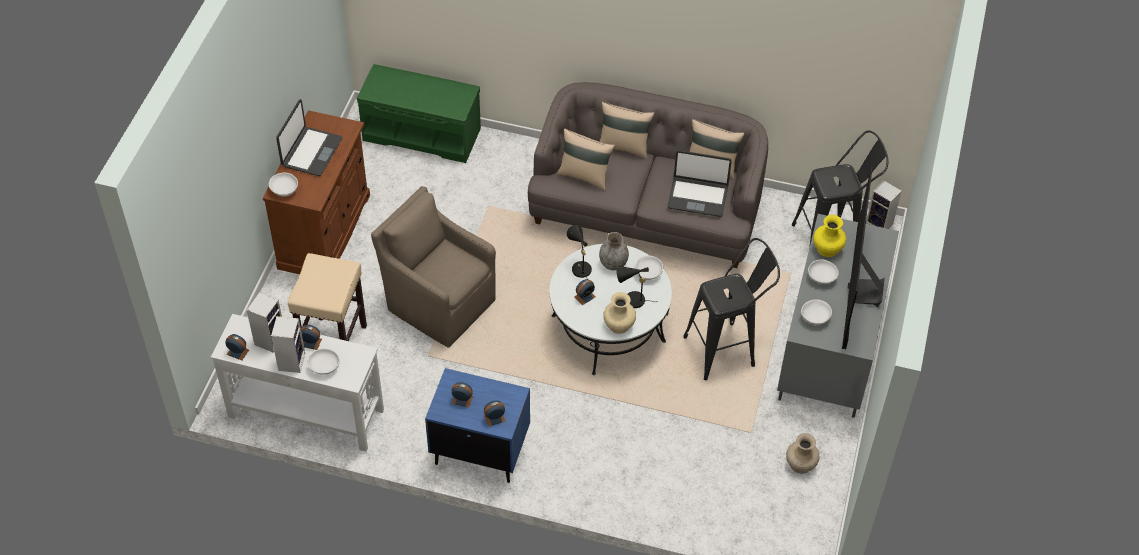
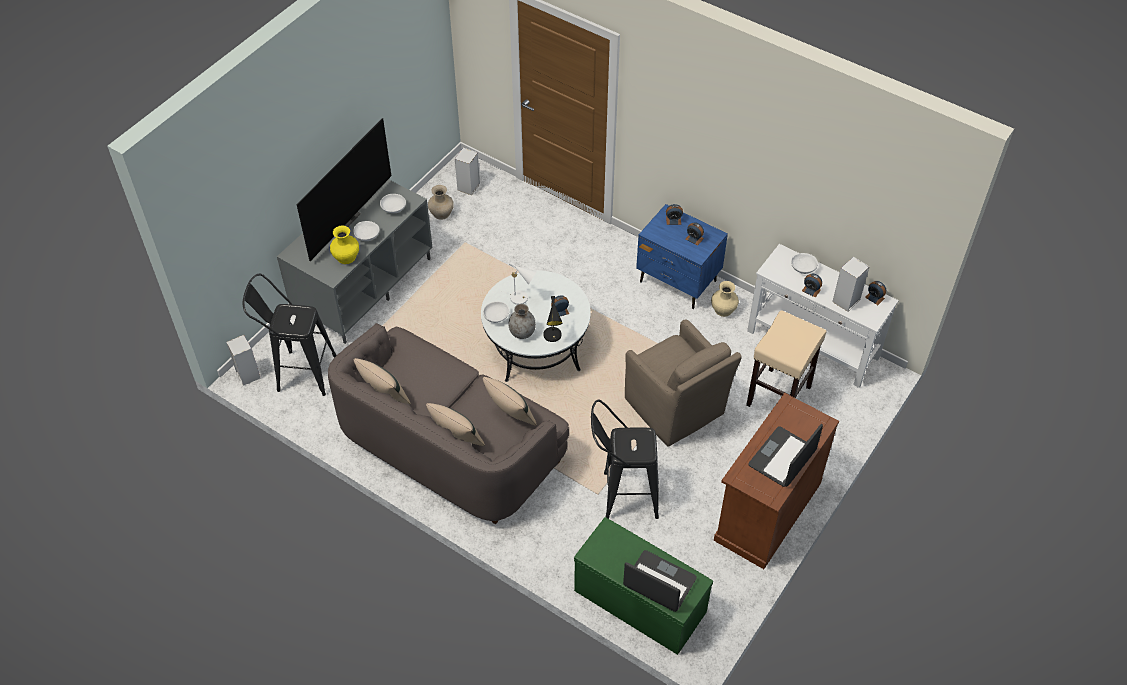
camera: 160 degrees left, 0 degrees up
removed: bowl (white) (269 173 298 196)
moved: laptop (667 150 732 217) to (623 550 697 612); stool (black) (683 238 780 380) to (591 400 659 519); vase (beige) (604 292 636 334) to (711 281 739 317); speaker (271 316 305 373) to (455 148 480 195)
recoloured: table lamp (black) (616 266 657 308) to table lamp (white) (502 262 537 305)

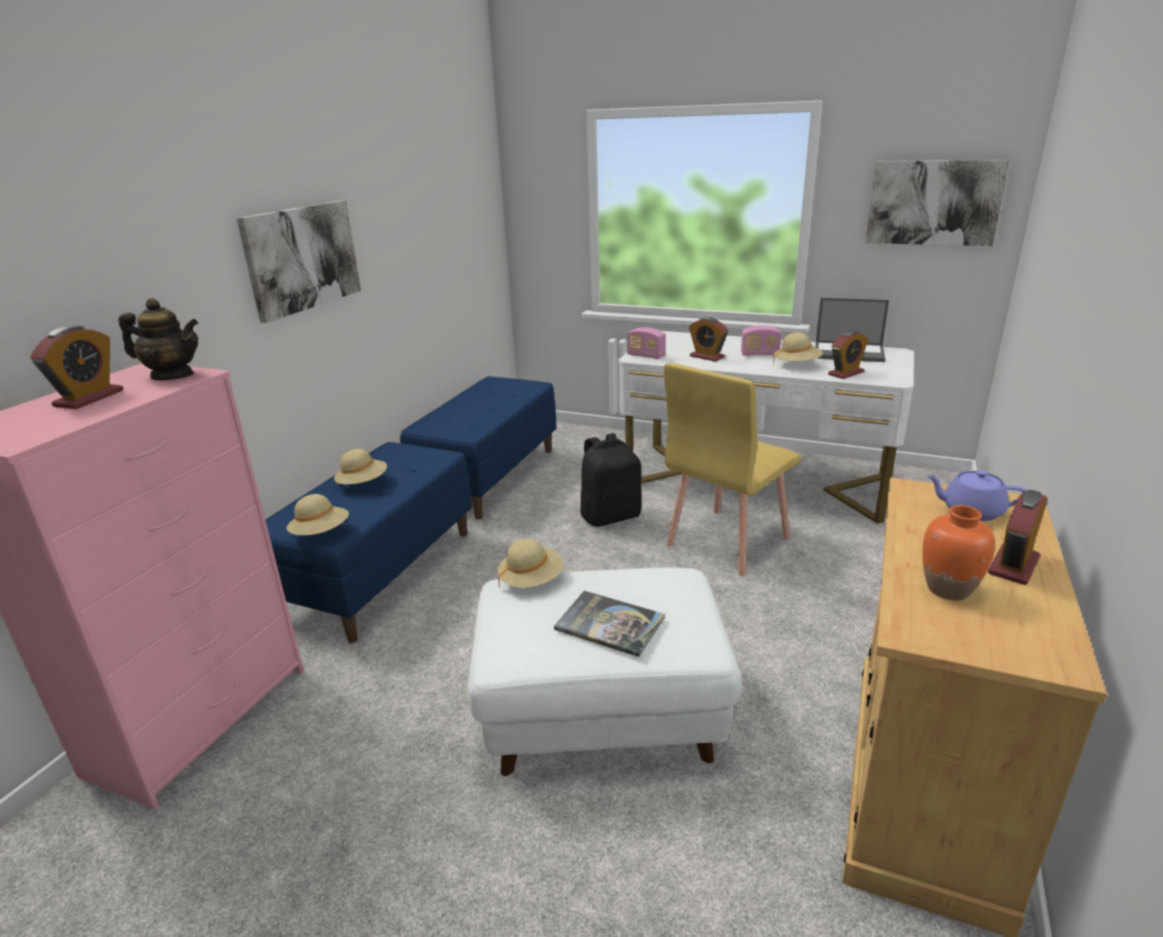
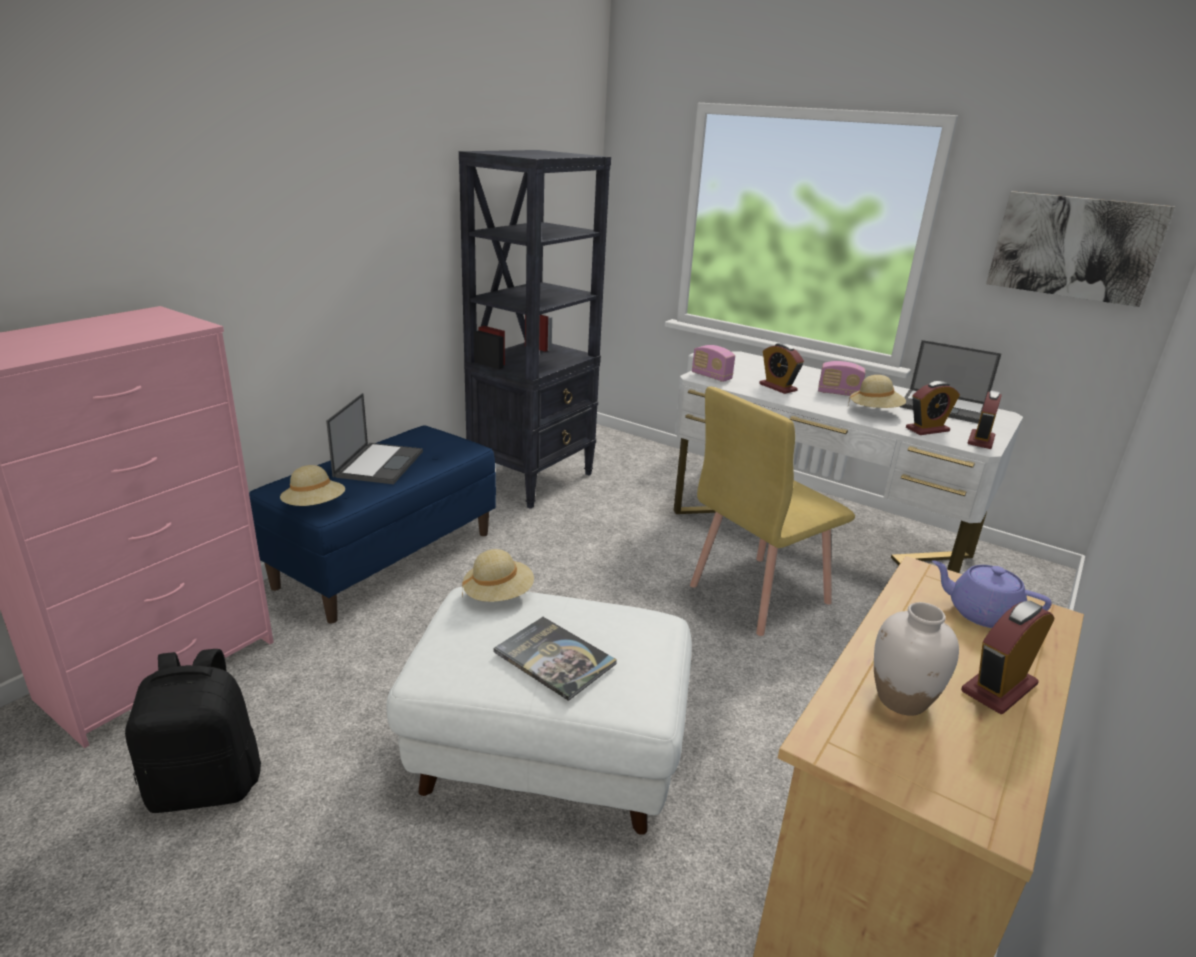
camera: 10 degrees right, 0 degrees up
removed: picture (237 200 361 323); teapot (118 298 198 380)
moved: alarm clock (30 326 123 409) to (968 390 1002 449); backpack (black) (580 433 642 527) to (125 649 261 813)
replaced: bench (blue) (400 376 557 519) to bookcase (black) (459 150 611 509); hat (beige) (334 449 387 484) to laptop (326 393 423 484)
recoloured: vase (orange) (922 505 995 600) to vase (white) (874 602 959 716)

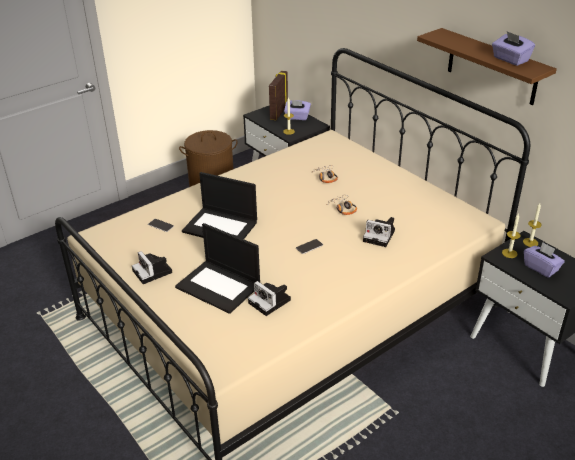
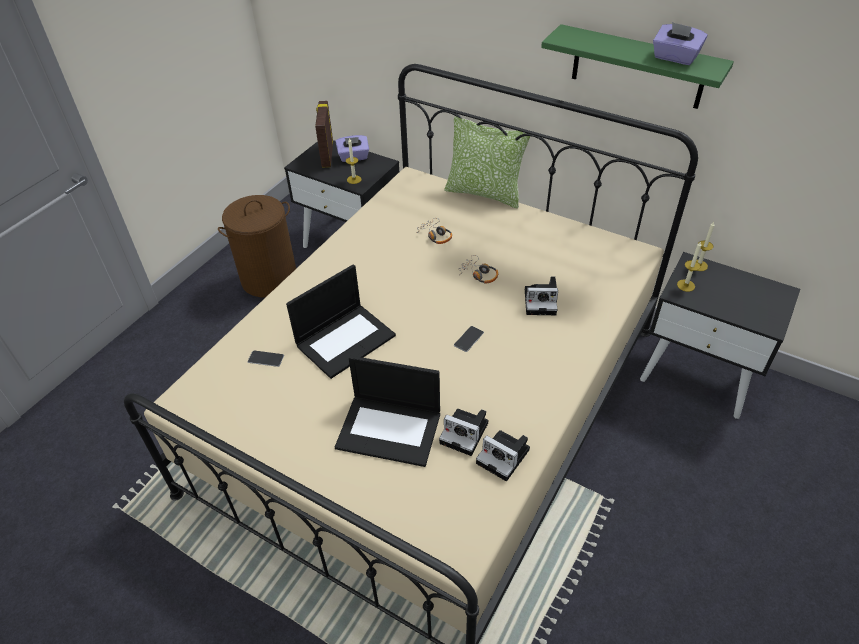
camera: 20 degrees left, 10 degrees up
removed: tissue box (purple) (524 242 565 278)
added: pillow (444 116 530 209)
moved: photo camera (132 251 172 284) to (476 430 530 481)
recoloured: shelf (brown) (417 28 557 105) to shelf (green) (541 24 734 109)
turned: laptop (182 172 257 239) = (286 264 396 379) 45 degrees counterclockwise

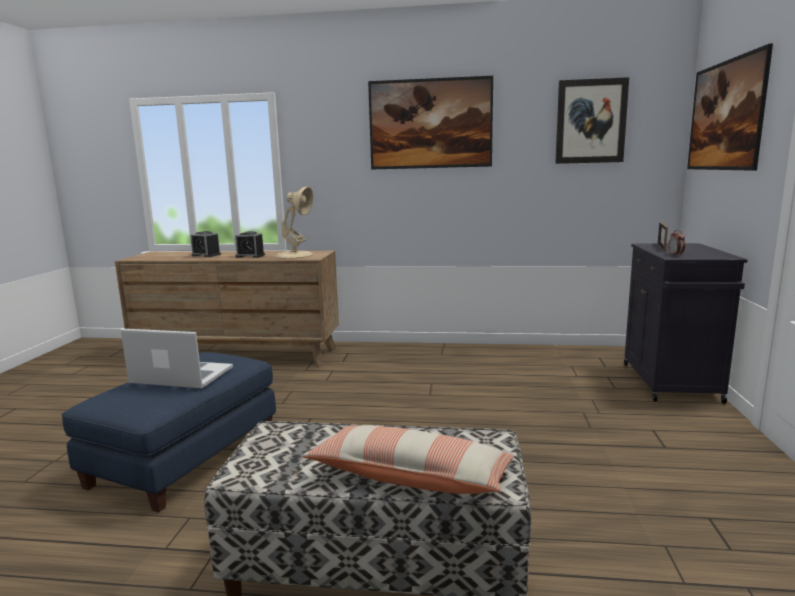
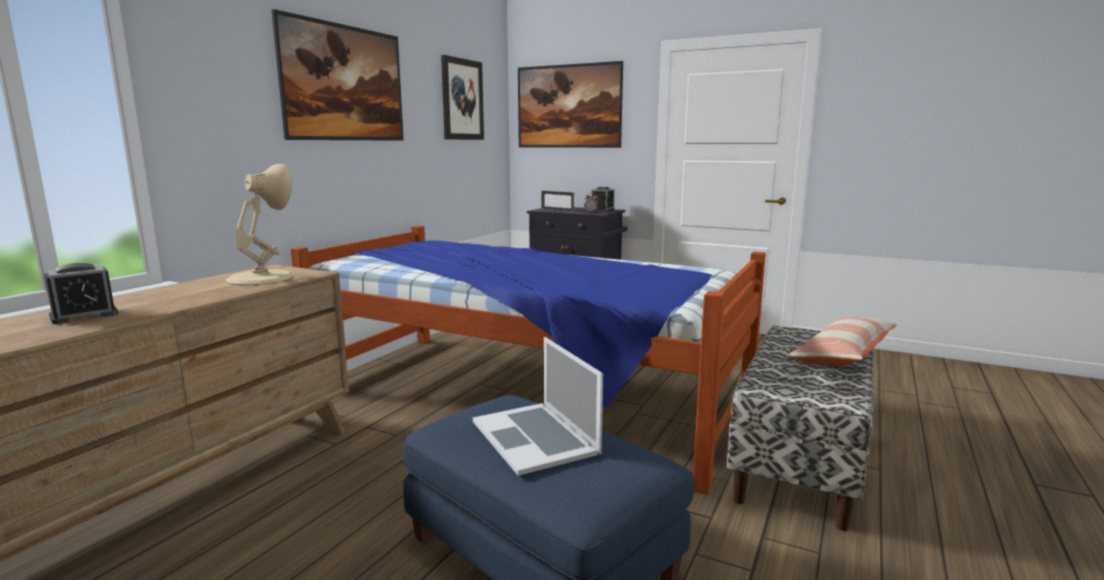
camera: 70 degrees left, 0 degrees up
added: bed (291 226 766 495)
moved: alarm clock (235 231 265 258) to (591 187 615 212)
turned: laptop (121 328 233 388) = (473 337 603 476) 60 degrees counterclockwise

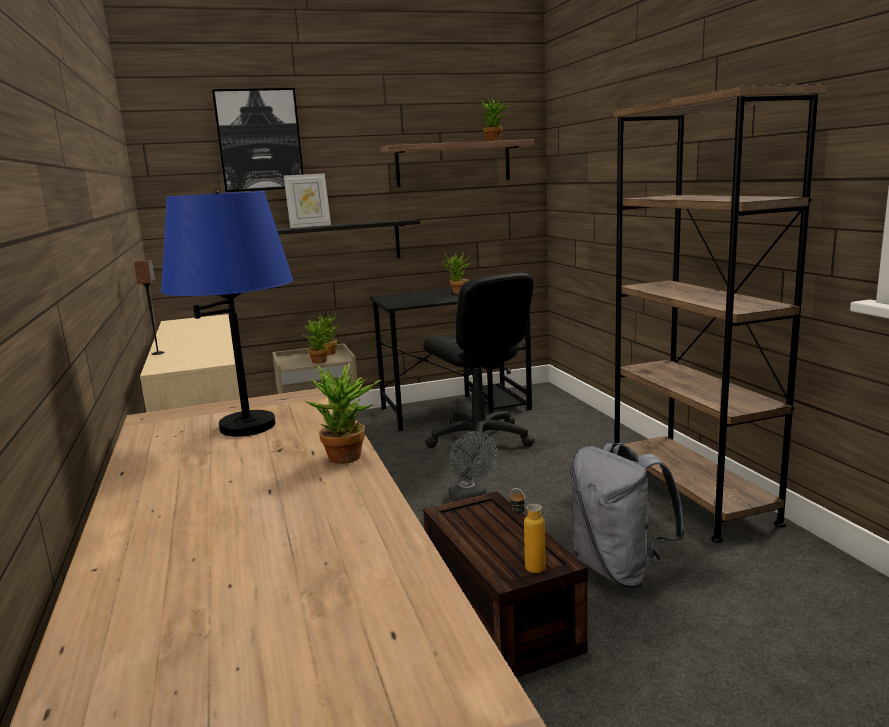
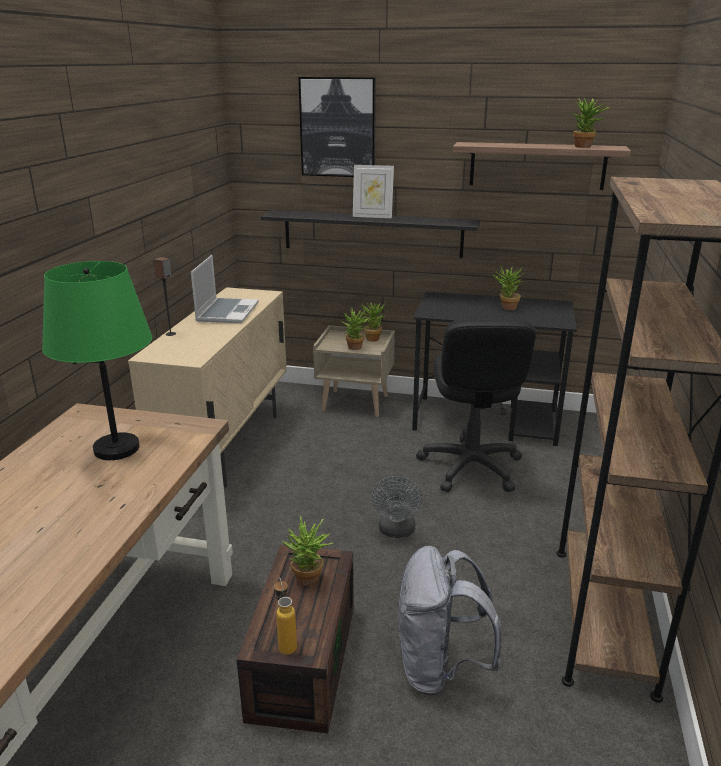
camera: 30 degrees right, 10 degrees up
added: laptop (191 255 259 323)
moved: potted plant (306 363 382 464) to (283 516 334 586)
recoloured: table lamp (blue) (161 190 293 437) to table lamp (green) (42 261 152 460)

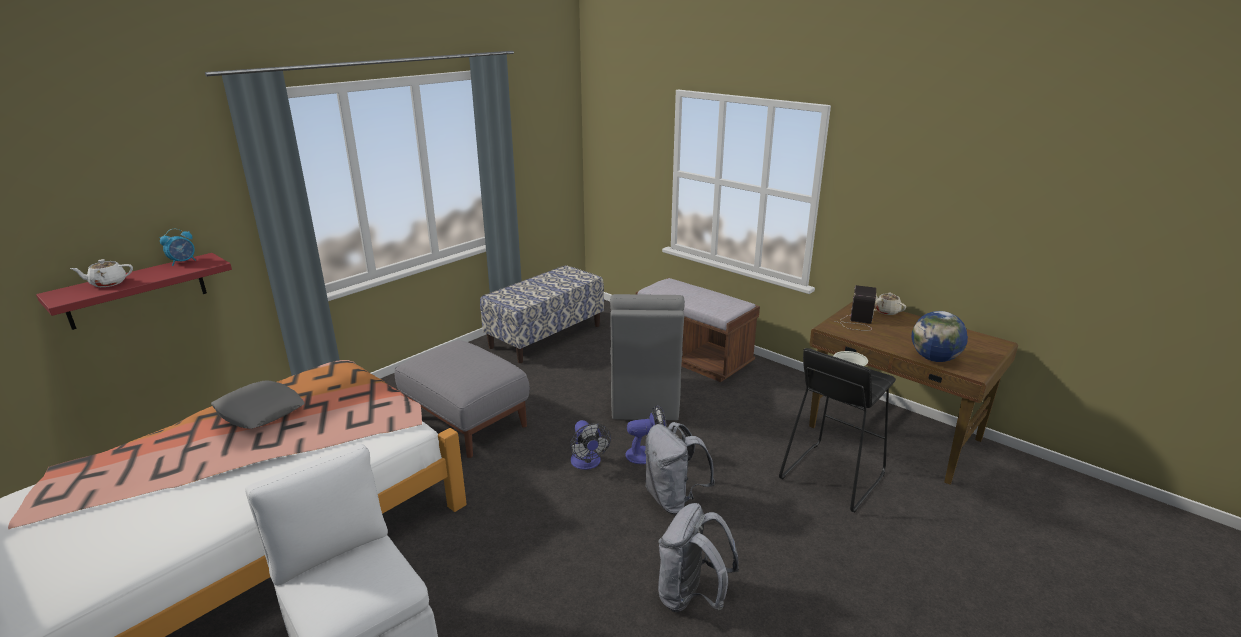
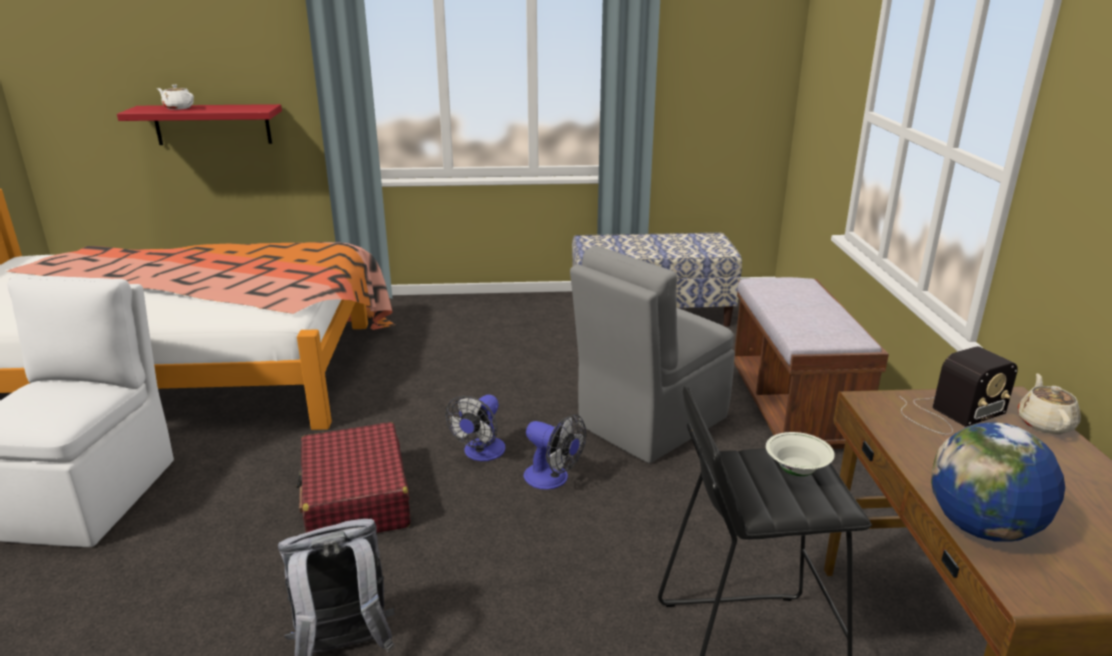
camera: 45 degrees right, 0 degrees up
removed: alarm clock (160 229 196 266); ottoman (grey) (395 340 530 458); pillow (grey) (211 380 305 429); backpack (grey) (645 422 715 514)
added: suitcase (red) (296 422 411 533)

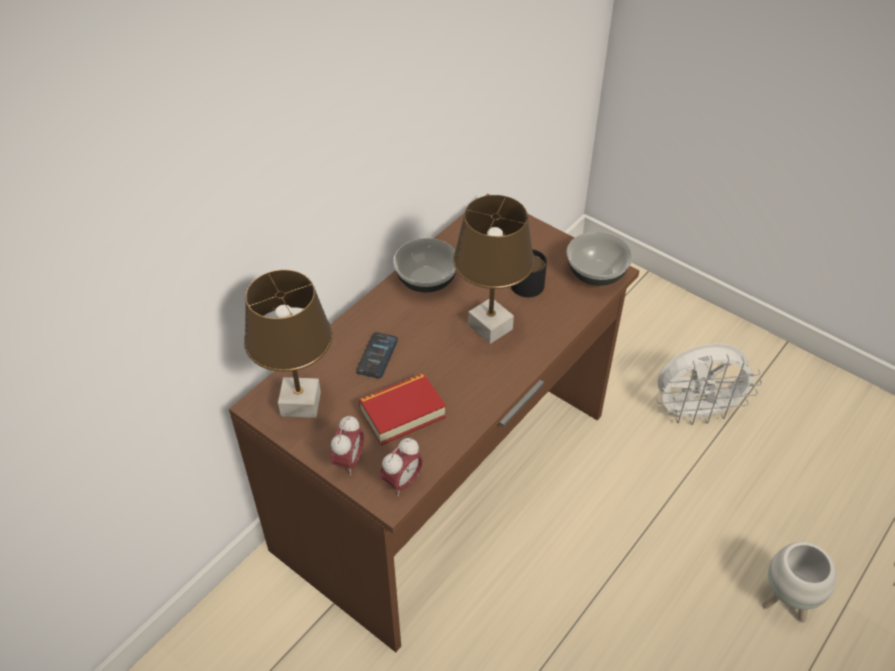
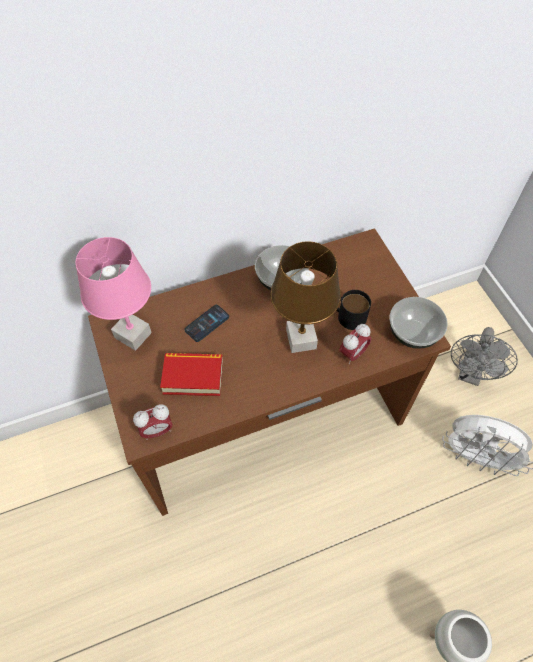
camera: 30 degrees right, 10 degrees up
added: fan (grey) (451 327 518 386)
moved: alarm clock (330 415 364 475) to (339 324 371 364)
recoloured: table lamp (brown) (244 270 333 418) to table lamp (pink) (75 237 152 351)

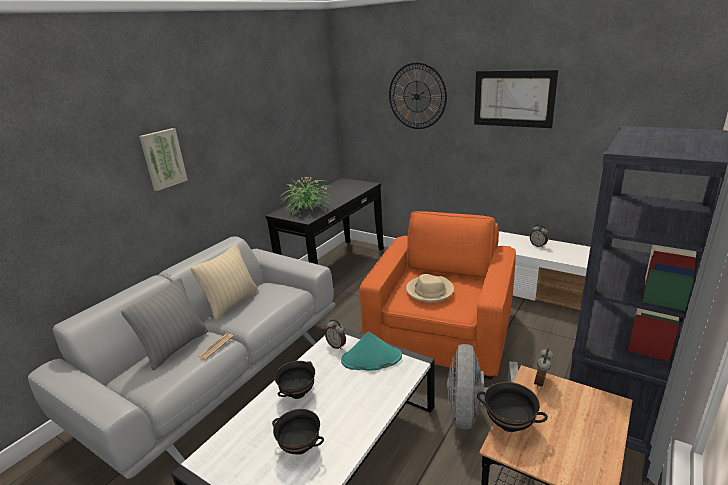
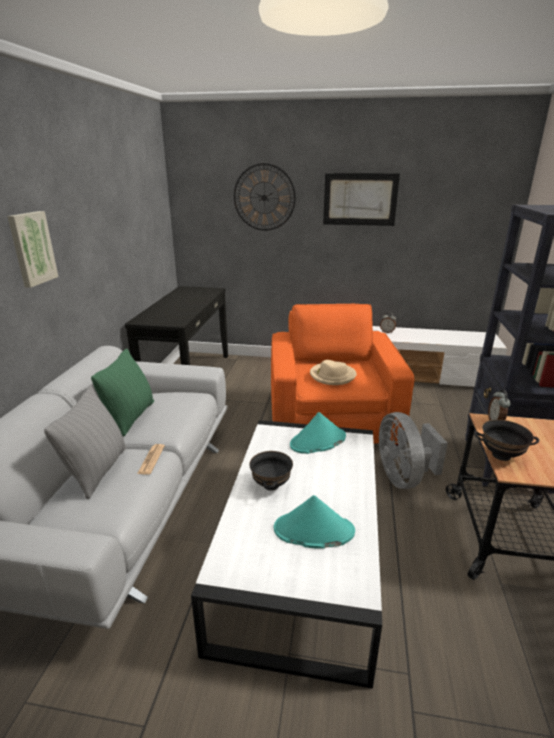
camera: 25 degrees left, 0 degrees up
removed: potted plant (281 177 334 215); alarm clock (325 319 346 349)
replaced: bowl (black) (272 409 324 455) to hat (turquoise) (274 495 355 549)
recoloured: pillow (beige) (191 244 259 320) to pillow (green) (91 349 154 437)

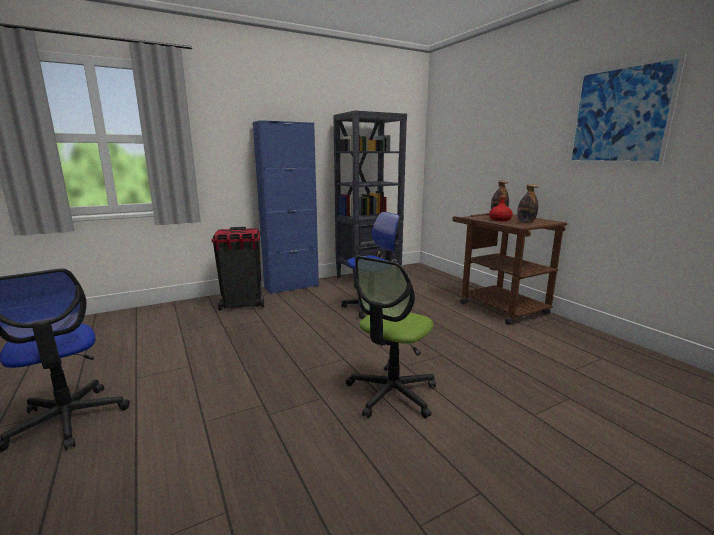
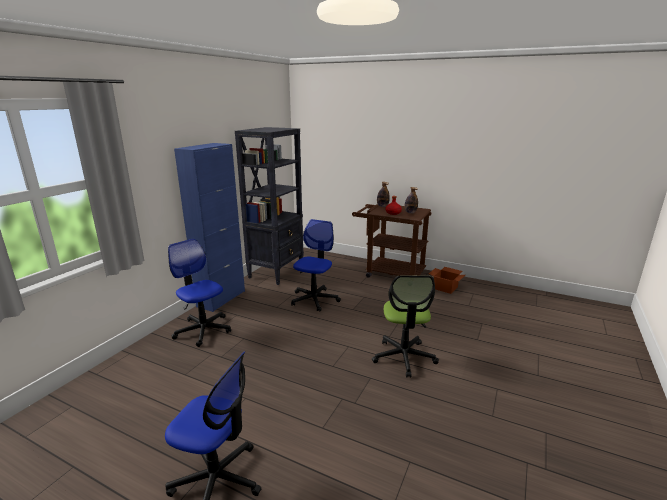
camera: 35 degrees left, 5 degrees up
removed: picture (568 53 687 165)
added: cardboard box (429 267 465 294)
replaced: trash can (black) (211 227 264 311) to office chair (168 239 231 347)

